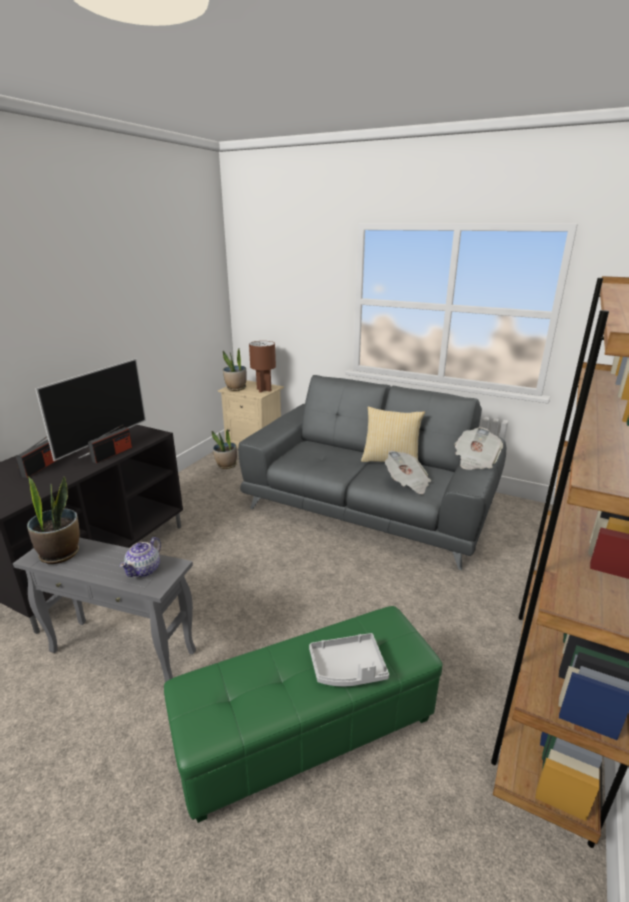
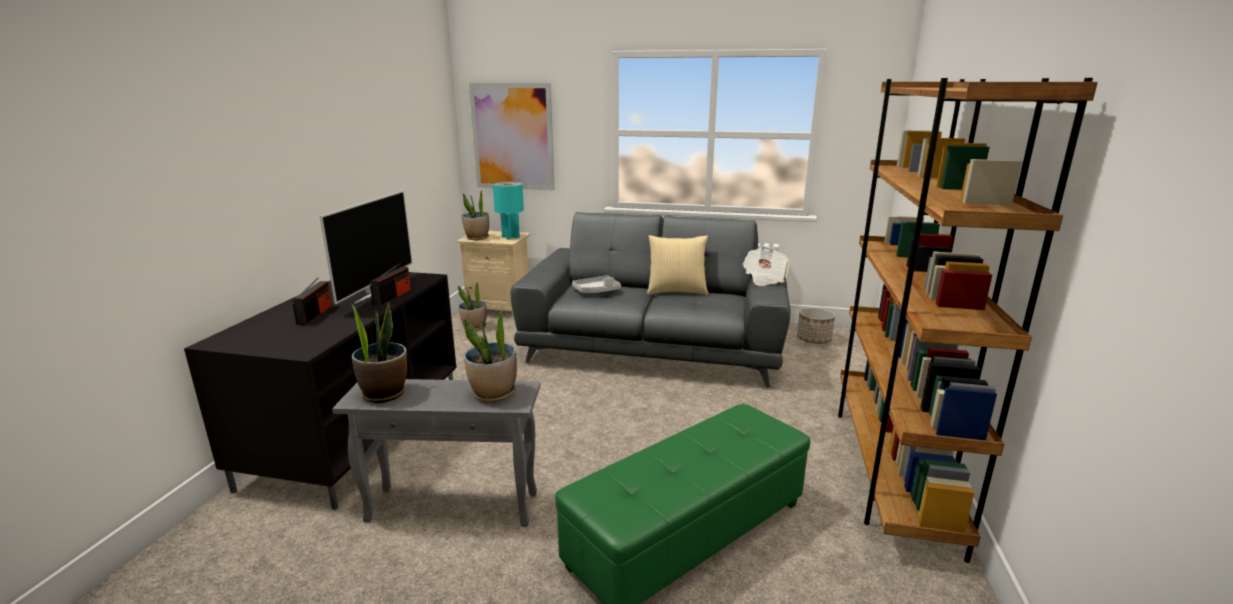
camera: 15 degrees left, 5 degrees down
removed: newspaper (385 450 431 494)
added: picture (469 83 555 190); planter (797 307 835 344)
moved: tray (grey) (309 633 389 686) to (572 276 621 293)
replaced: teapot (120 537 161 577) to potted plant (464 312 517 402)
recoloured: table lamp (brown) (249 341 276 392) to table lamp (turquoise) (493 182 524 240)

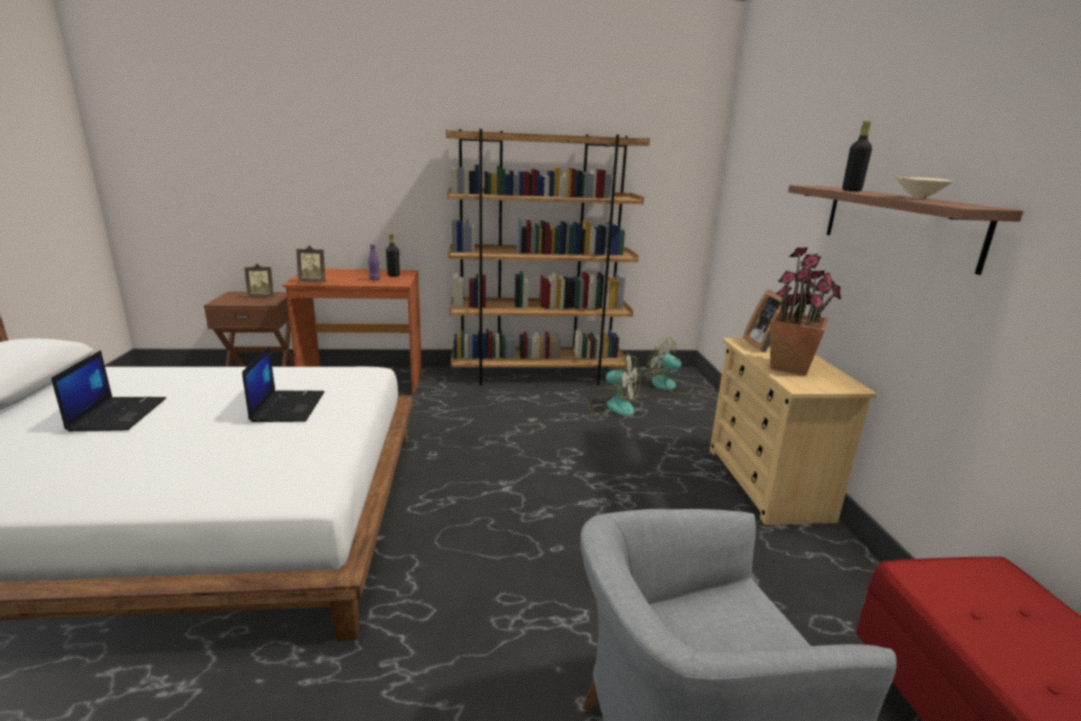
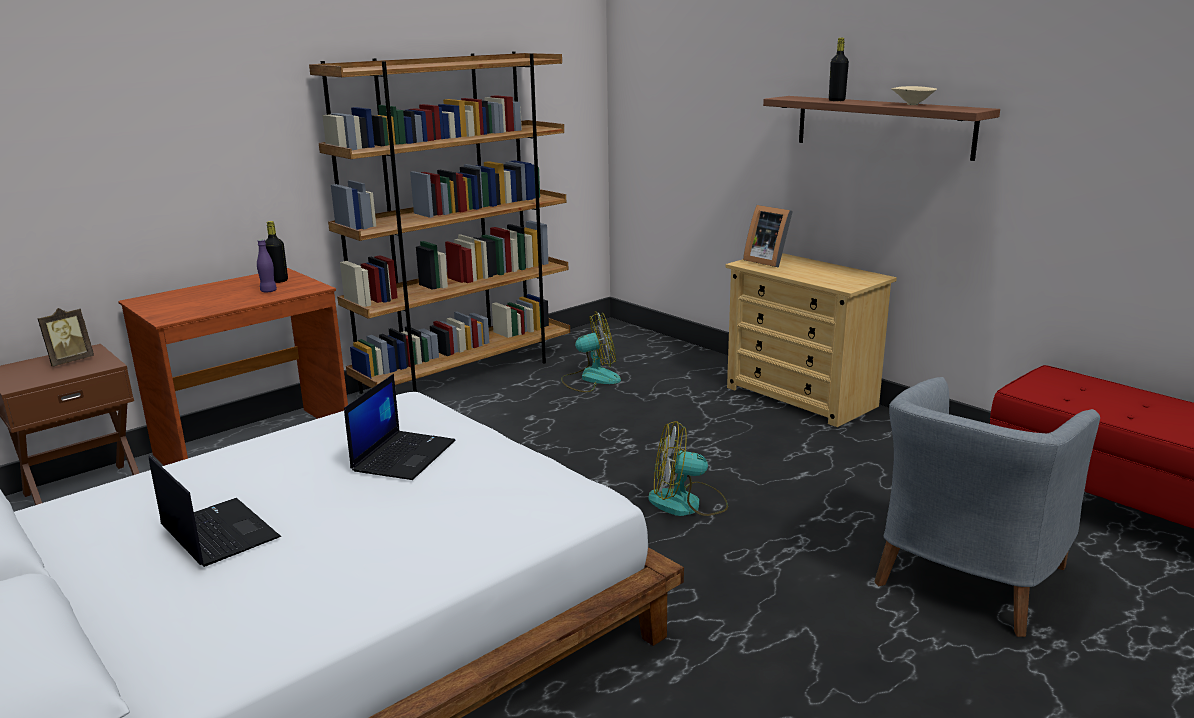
camera: 35 degrees left, 0 degrees up
removed: picture frame (296 245 325 282); potted plant (770 247 841 376)
moved: fan (647 337 693 394) to (648 421 728 516)
turned: laptop (242 346 324 422) = (344 374 455 480) 60 degrees clockwise

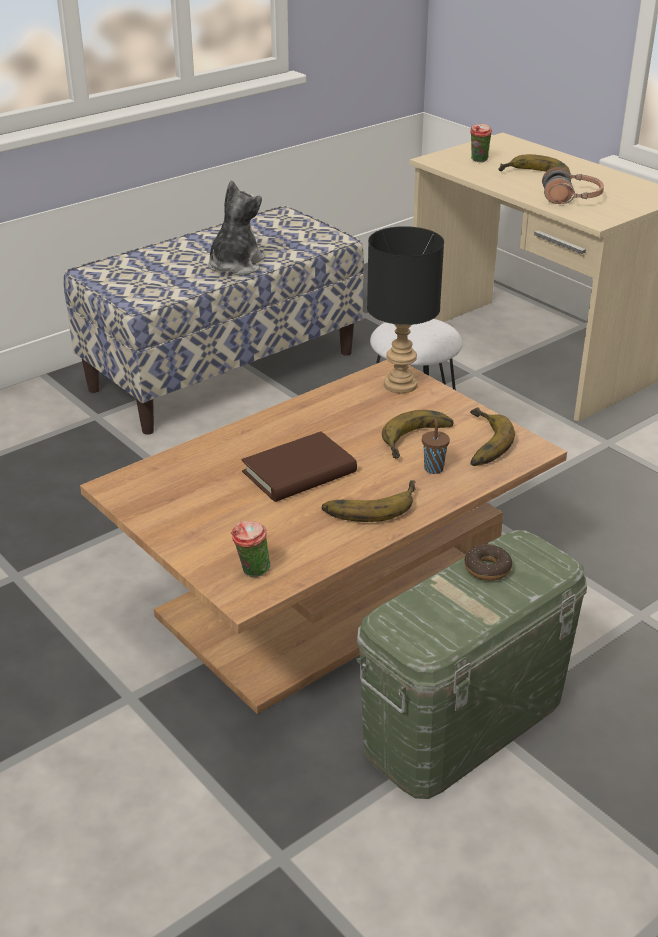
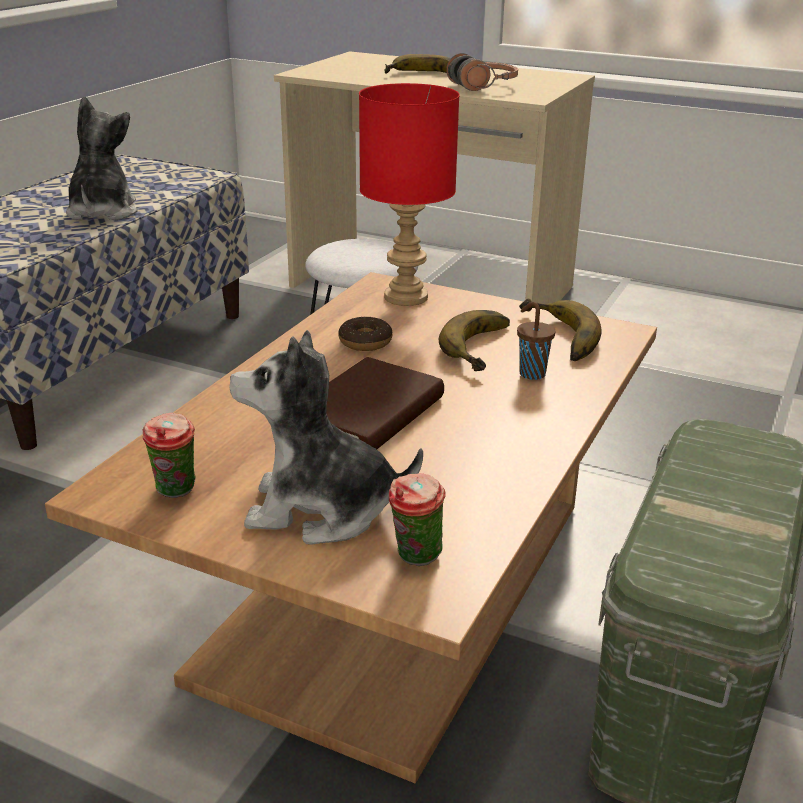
camera: 25 degrees left, 5 degrees down
removed: banana (322 480 416 522)
added: plush toy (229 330 423 545)
moved: cup (470 124 492 163) to (143 413 196 498); donut (464 544 512 581) to (338 317 392 351)
recoloured: table lamp (black) (367 226 444 393) to table lamp (red) (359 83 460 306)

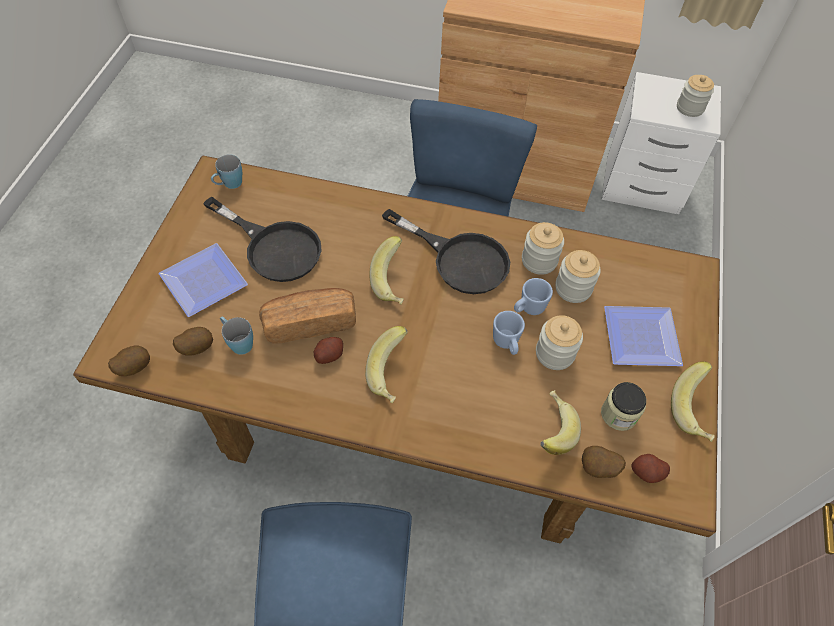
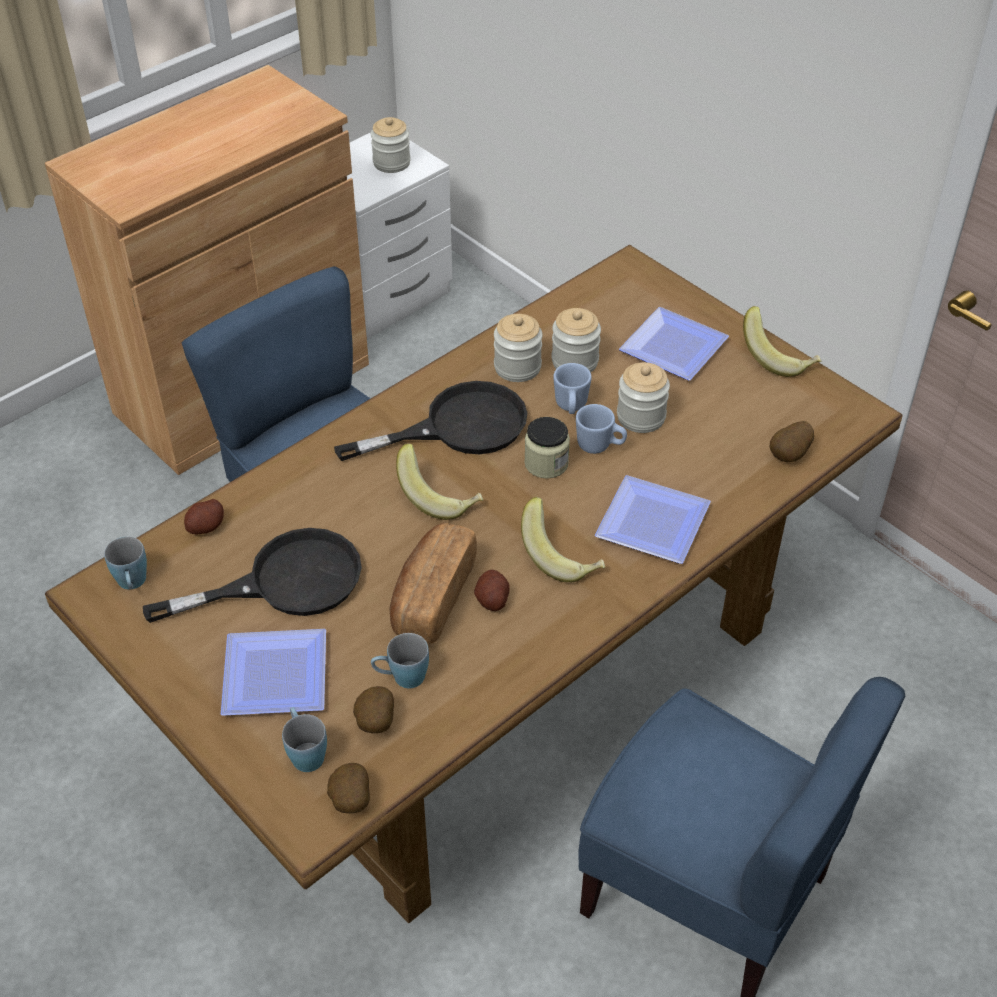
camera: 55 degrees left, 10 degrees down
removed: banana (540 390 581 455)
added: plate (595 475 711 564); mug (blue) (282 707 327 772)
moved: jar (601 382 646 431) to (524 417 570 479); potato (631 454 670 483) to (184 499 224 535)

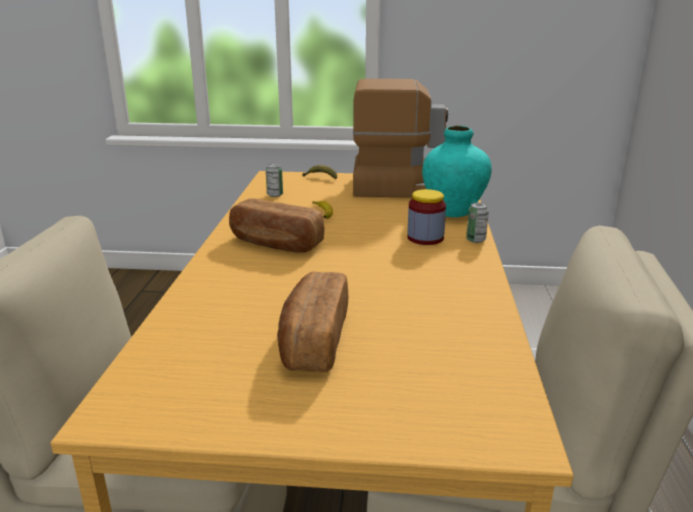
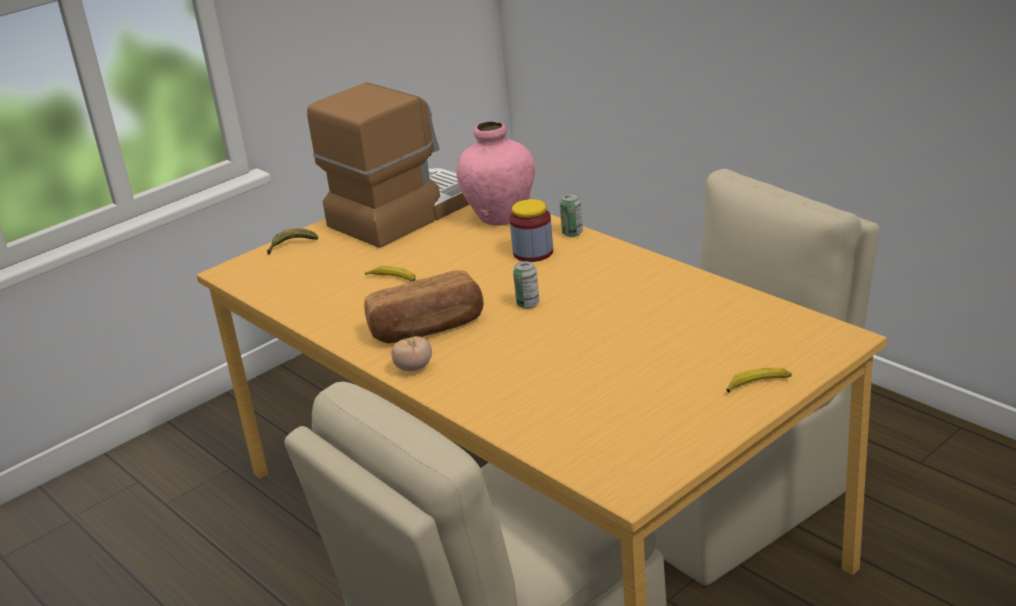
camera: 45 degrees left, 5 degrees up
removed: bread (277 272 348 372)
added: tomato (391 336 432 372); banana (727 368 792 392)
moved: can (266 164 283 197) to (513 261 539 309)
recoloured: vase (turquoise) (422 126 492 217) to vase (pink) (456 121 535 226)

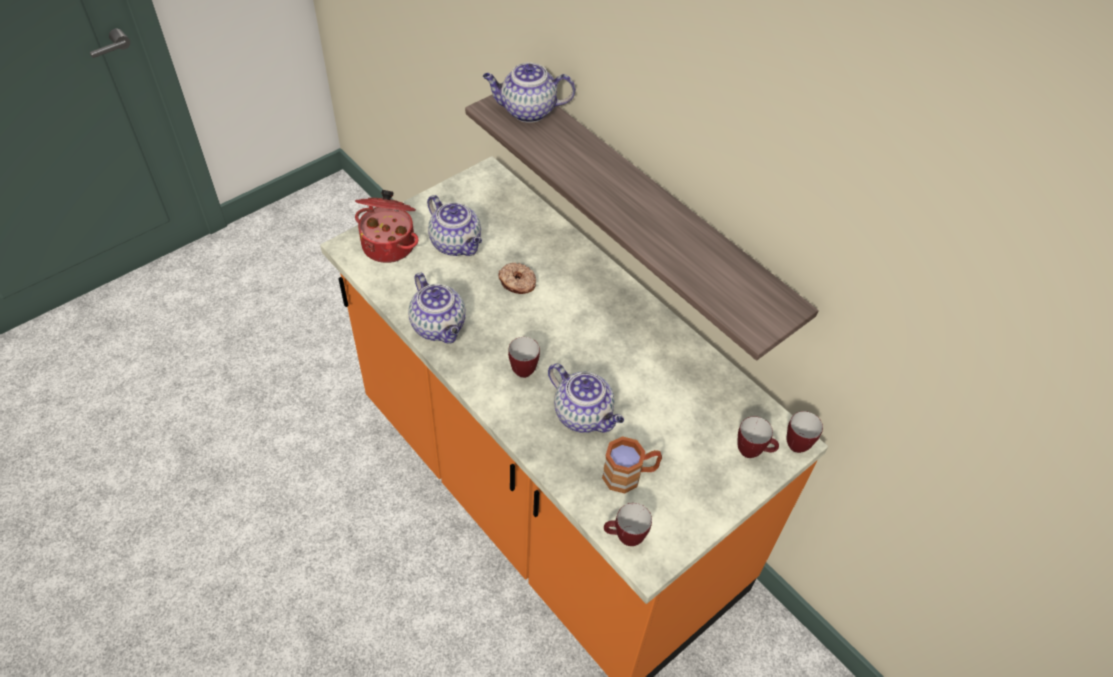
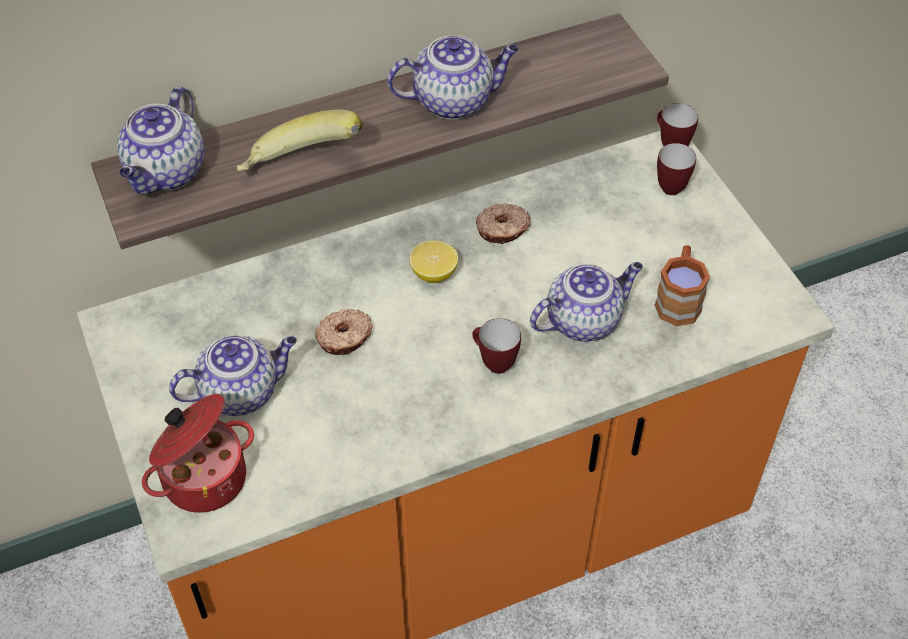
camera: 70 degrees left, 0 degrees up
removed: mug (604 503 652 546)
added: banana (237 110 363 172); donut (476 203 530 244); lemon (409 240 458 283)
moved: teapot (408 272 466 344) to (387 35 519 120)

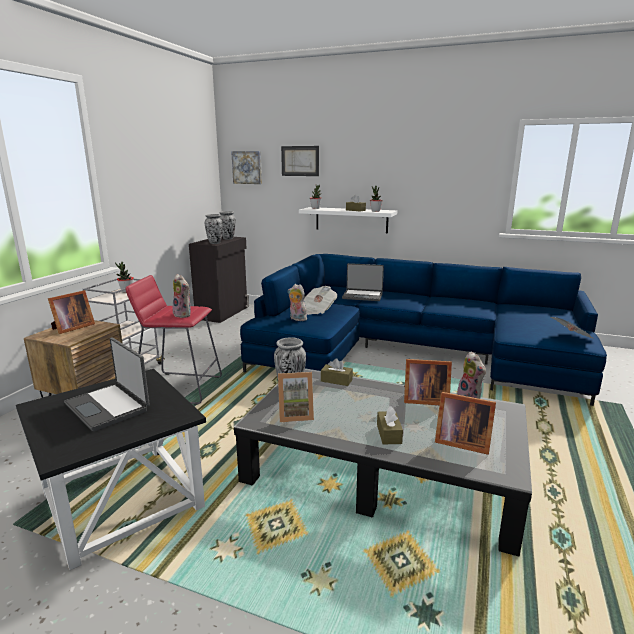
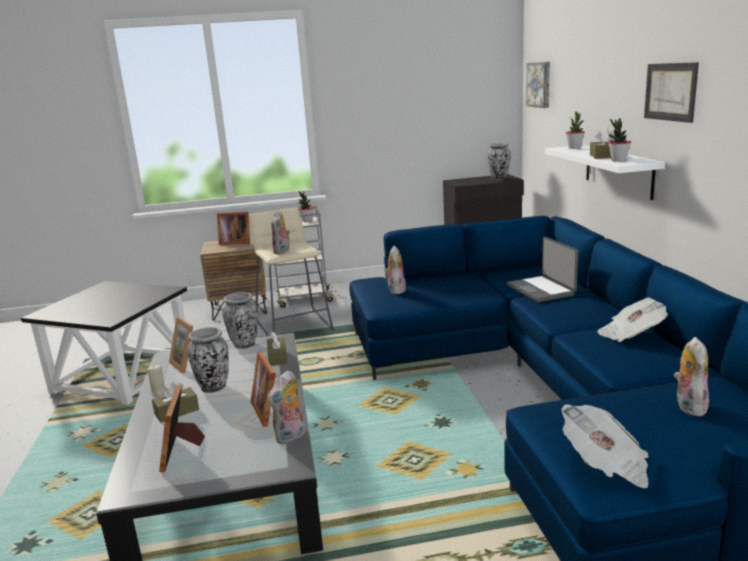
camera: 60 degrees right, 0 degrees up
removed: laptop (64 337 150 431)
added: plush toy (674 337 709 416); candle (beige) (147 365 168 396)
moved: picture (281 146 319 176) to (644 62 699 123); vase (205 214 223 244) to (187 327 229 393); newspaper (304 286 337 315) to (597 298 668 342)
recoloured: stool (red) (125 275 222 404) to stool (beige) (249 208 334 336)

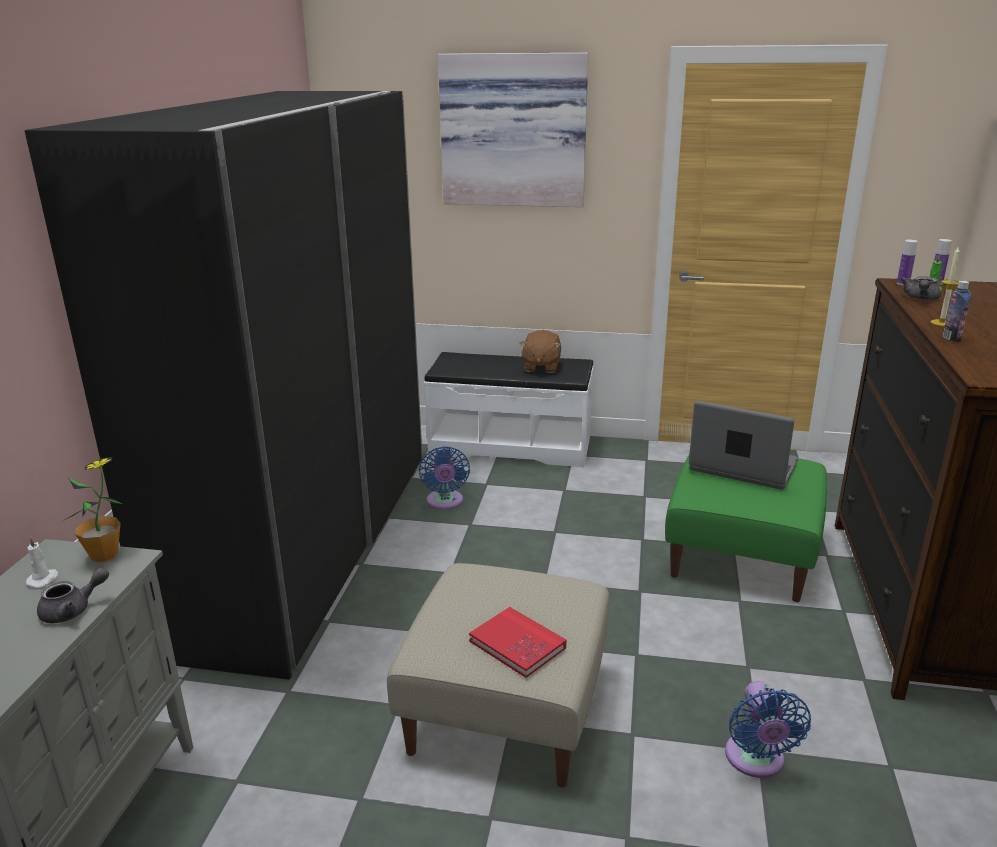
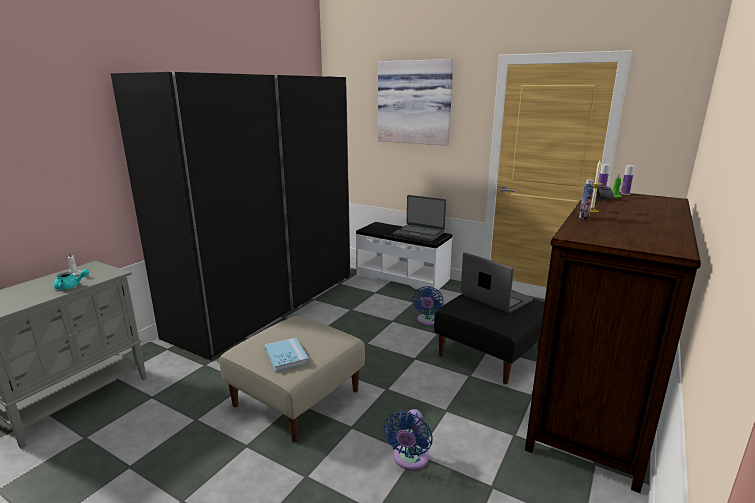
camera: 20 degrees right, 5 degrees down
removed: potted plant (63 457 123 562)
moved: fan (blue) (419 446 470 510) to (413 286 444 325)
replaced: plush toy (brown) (519 330 561 373) to laptop (393 195 446 241)
recoloured: ottoman (green) (665 453 827 602) to ottoman (black) (434 294 545 384); teapot (grey) (37 568 109 623) to teapot (turquoise) (54 269 89 290); book (red) (469 607 567 678) to book (blue) (265 338 309 372)

